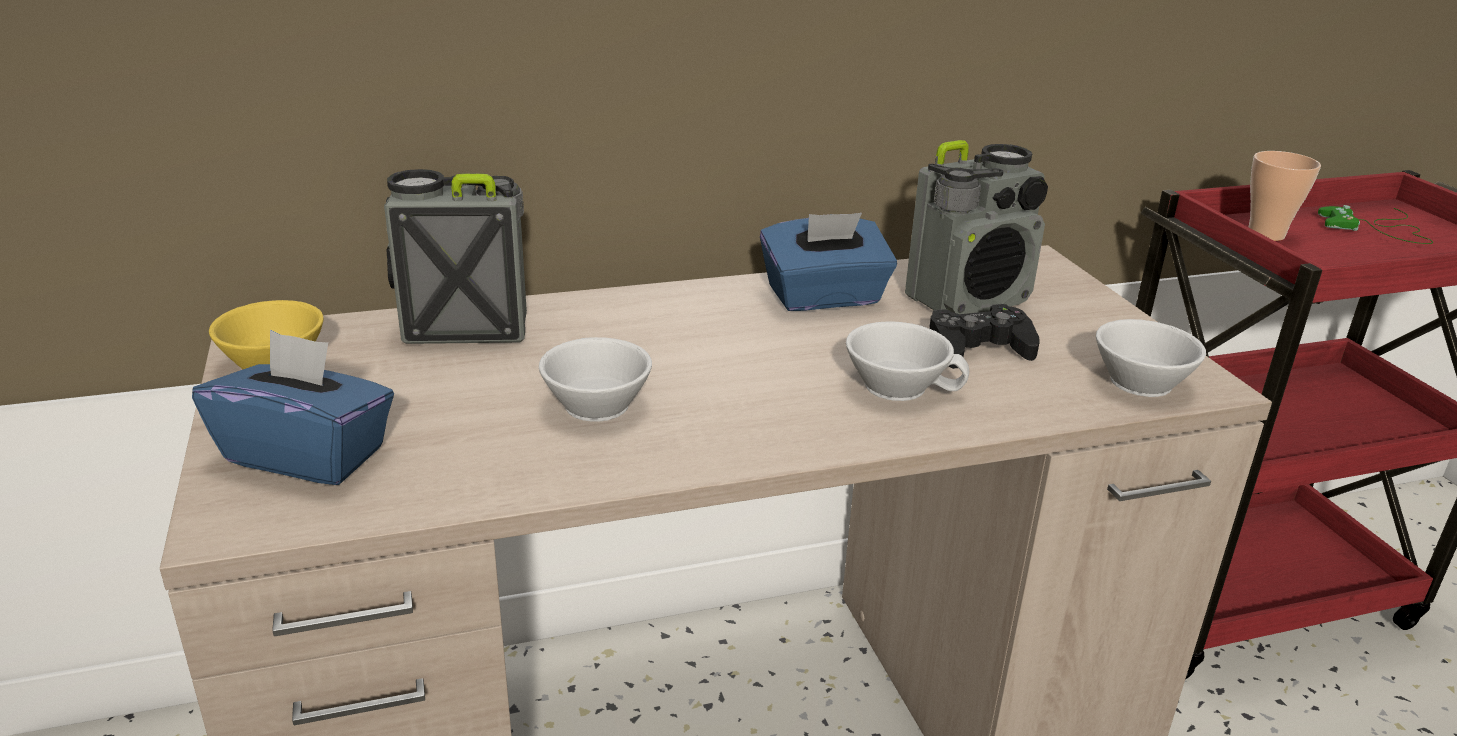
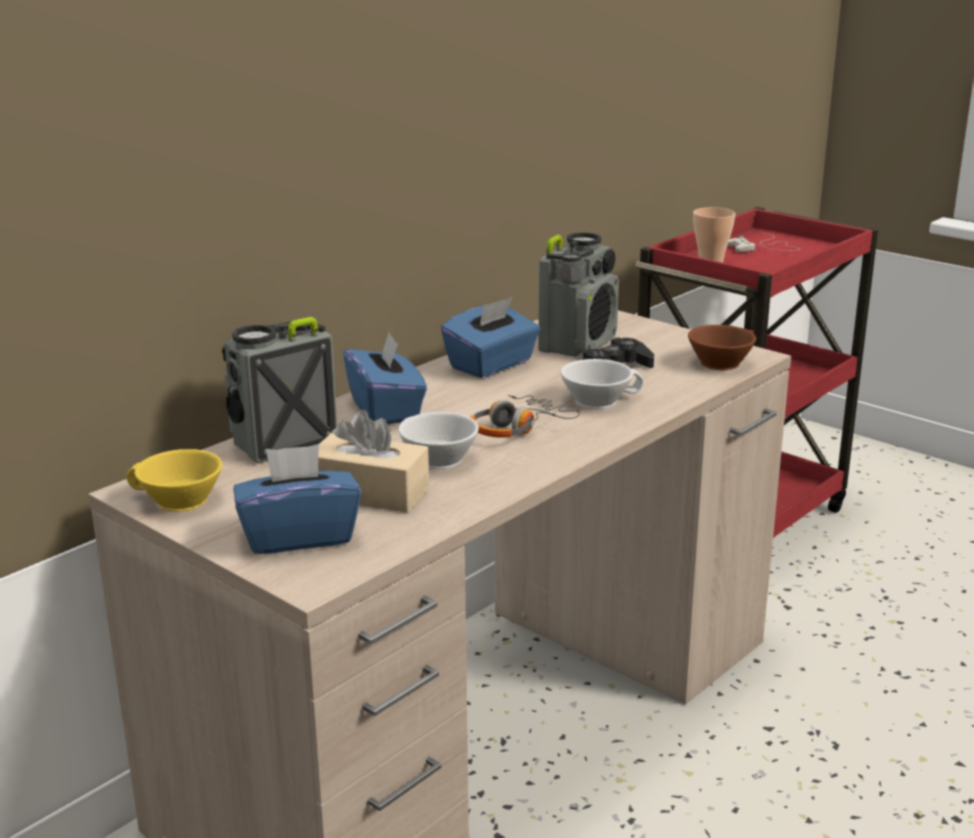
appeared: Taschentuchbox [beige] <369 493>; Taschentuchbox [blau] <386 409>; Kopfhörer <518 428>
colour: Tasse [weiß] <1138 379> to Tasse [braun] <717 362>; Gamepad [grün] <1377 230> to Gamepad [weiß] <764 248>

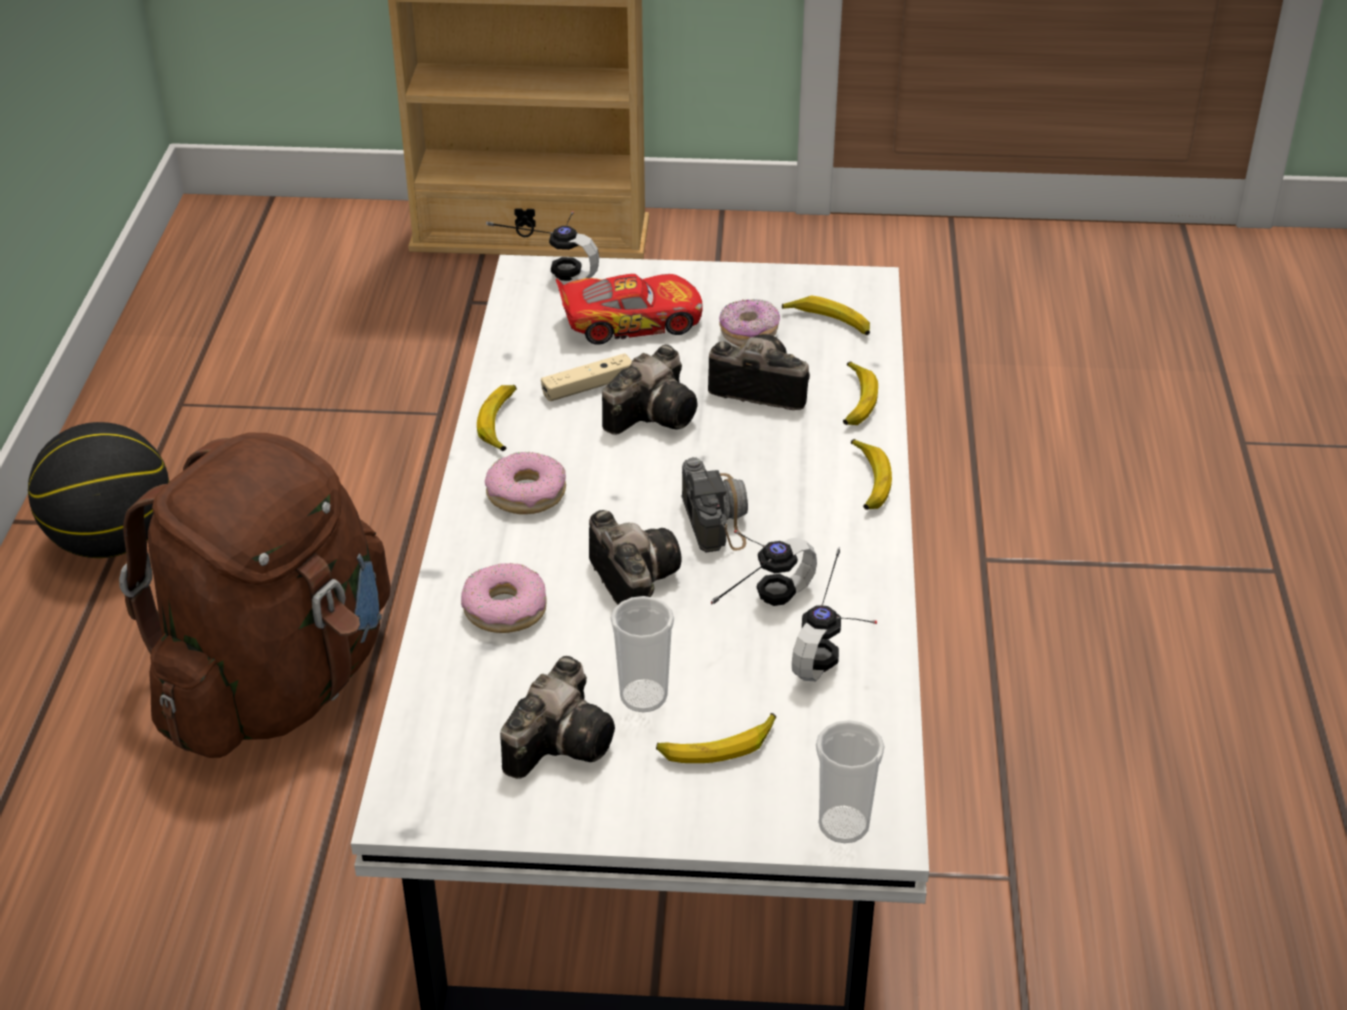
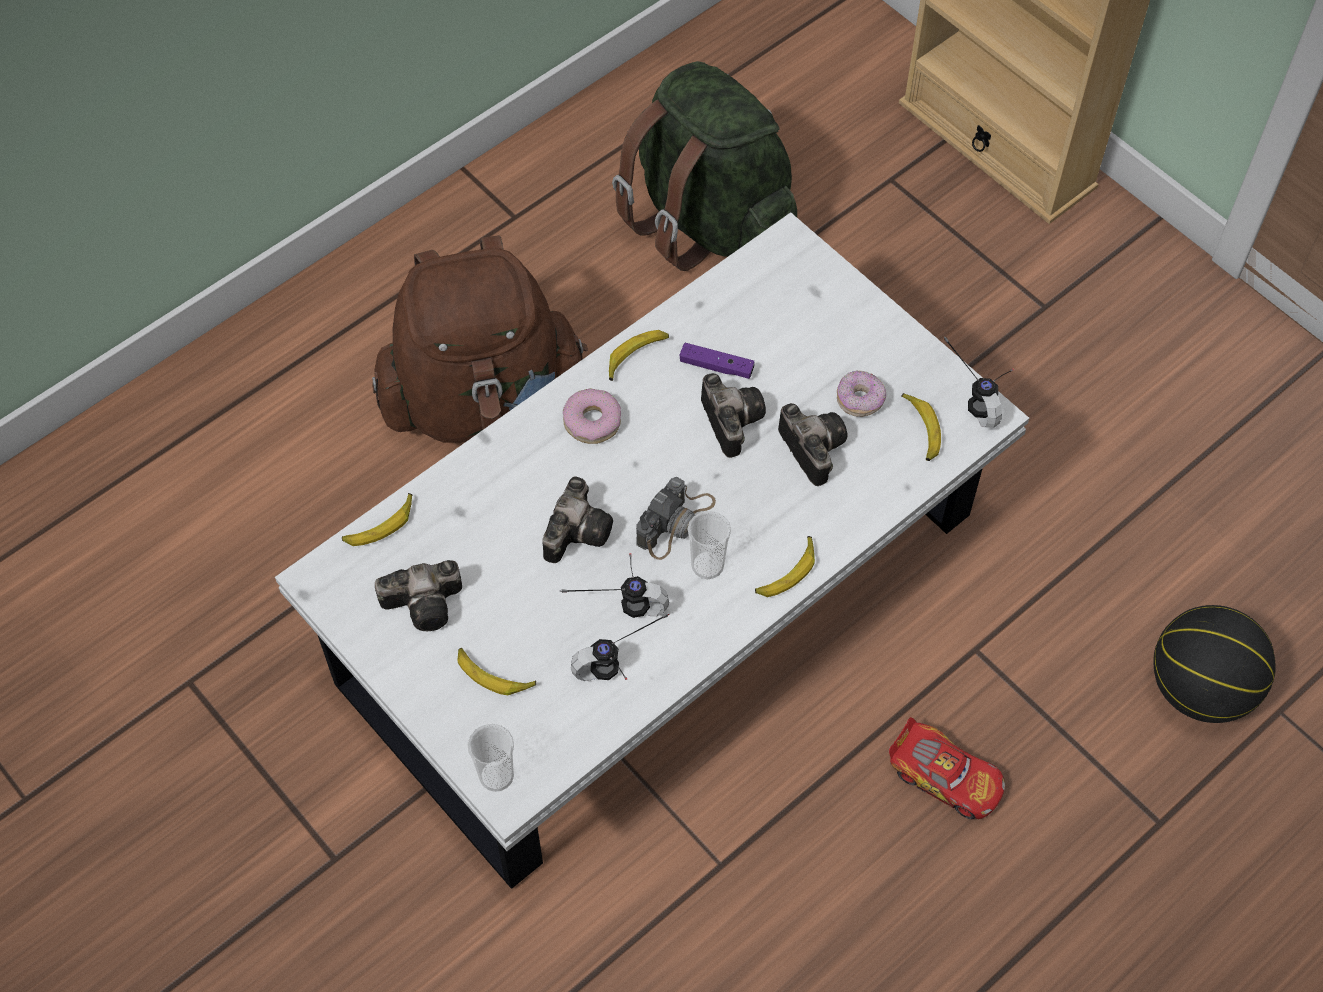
missing: Donut <505 609>
appeared: Rucksack [grün] <709 221>
relocated: Basketball <113 542> to <1199 689>; Kopfhörer <553 266> to <980 394>; Spielzeugauto <631 322> to <945 777>; Tasse <643 696> to <707 565>; Banane <855 401> to <380 525>
colour: Gamepad [beige] <588 386> to Gamepad [lila] <716 366>
spun: Kamera <655 413> = <730 419> 105 degrees counterclockwise

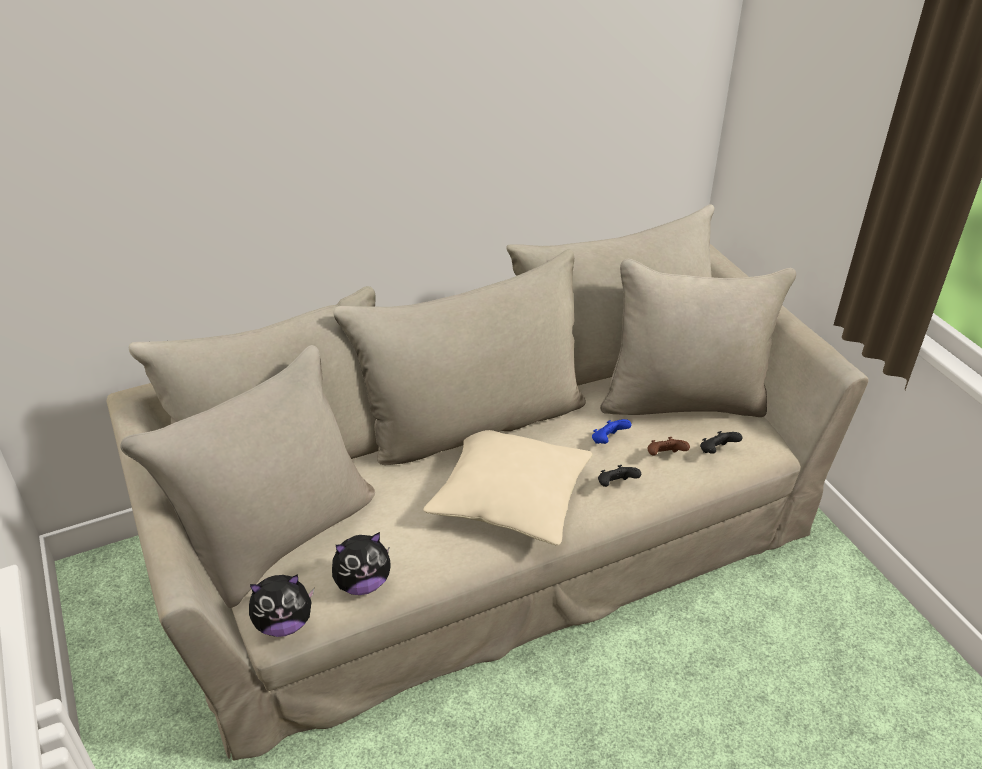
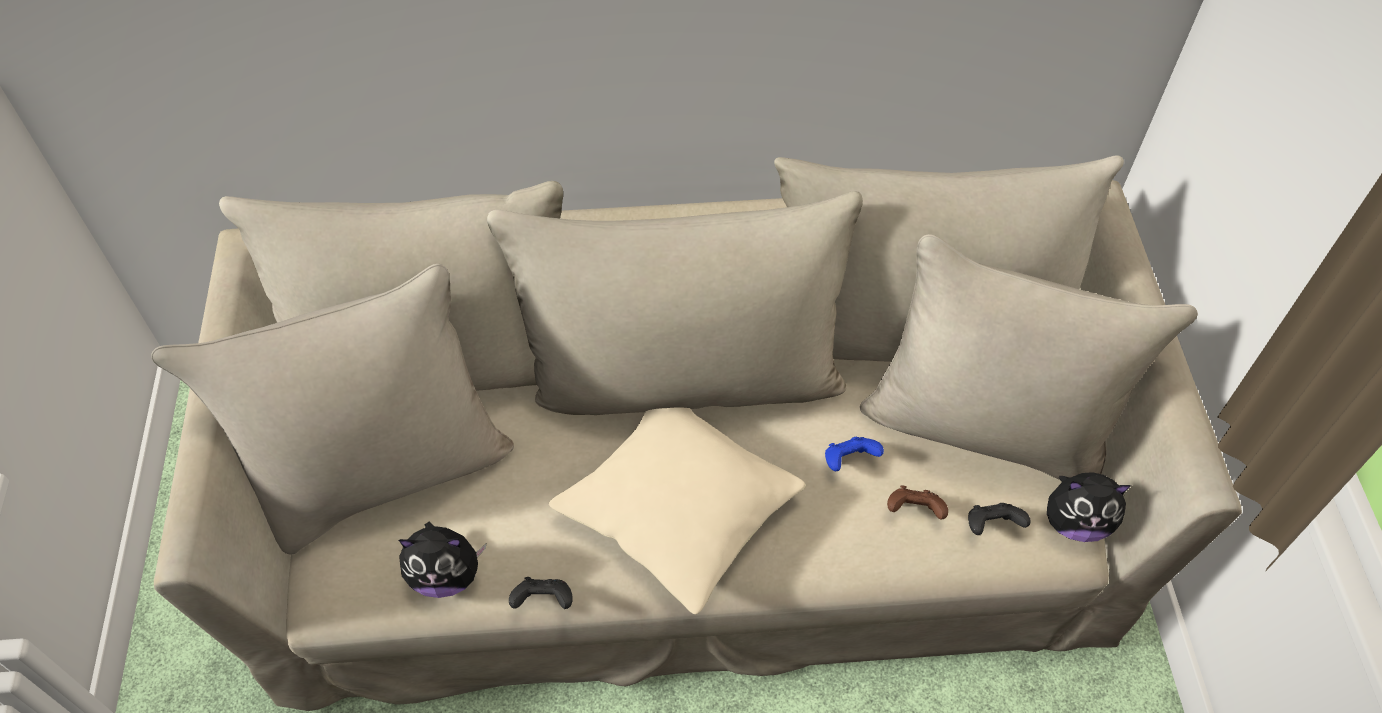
relocated: Plüschtier <284 623> to <1075 522>; Gamepad [schwarz] <615 485> to <544 601>

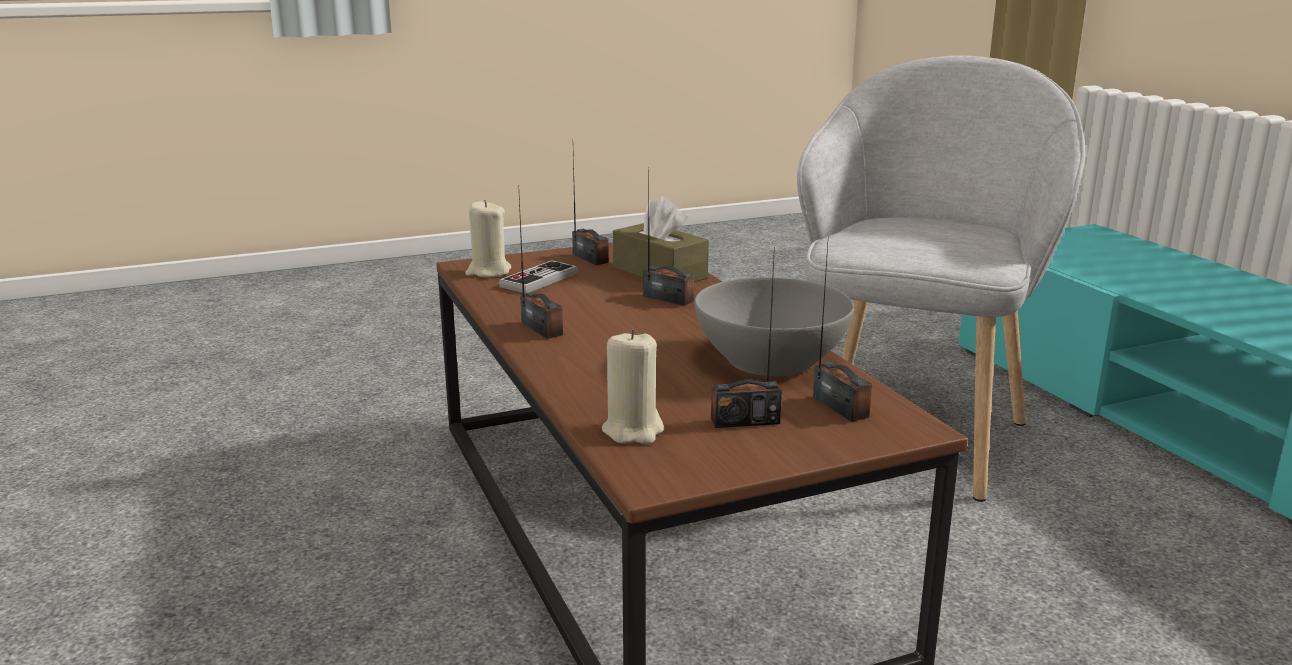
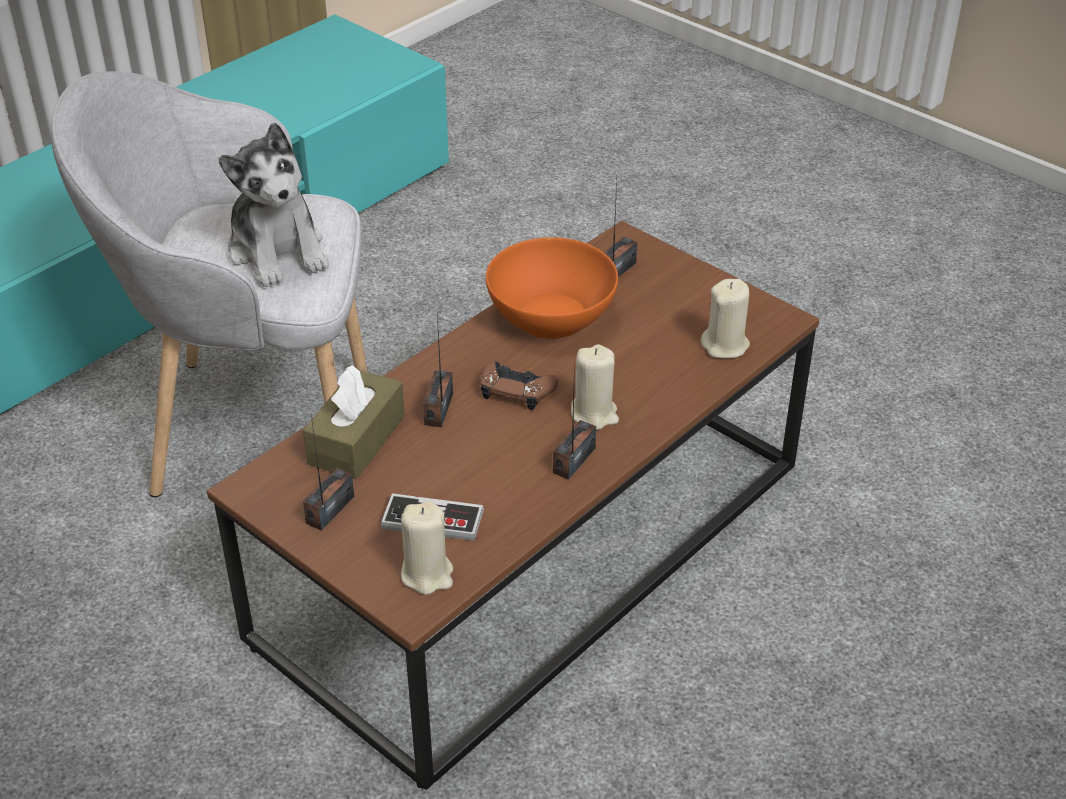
missing: Radio <745 420>
appeared: Plüschtier <278 251>; Gamepad [braun] <516 390>; Kerze [beige] <594 413>
colour: Schüssel [grau] <772 359> to Schüssel [orange] <551 316>

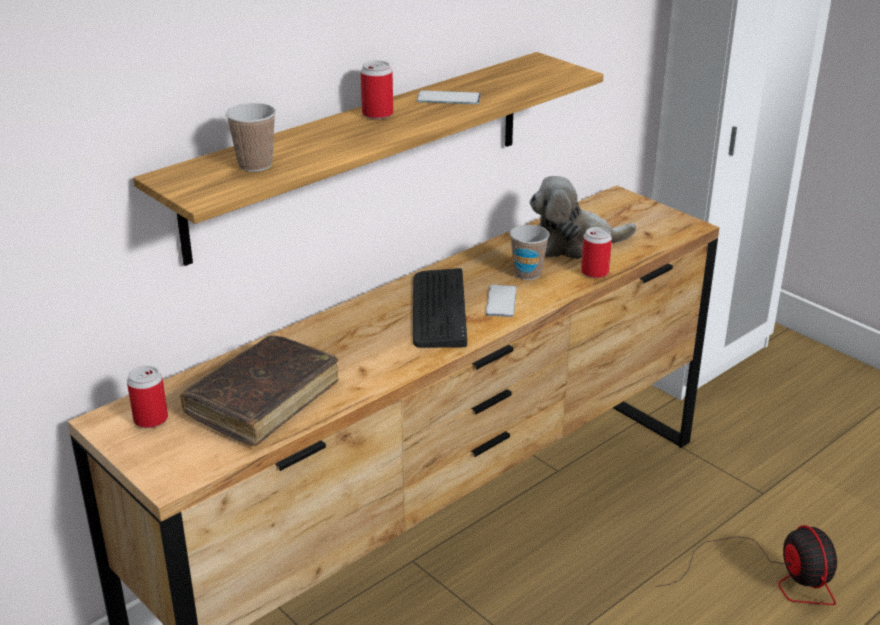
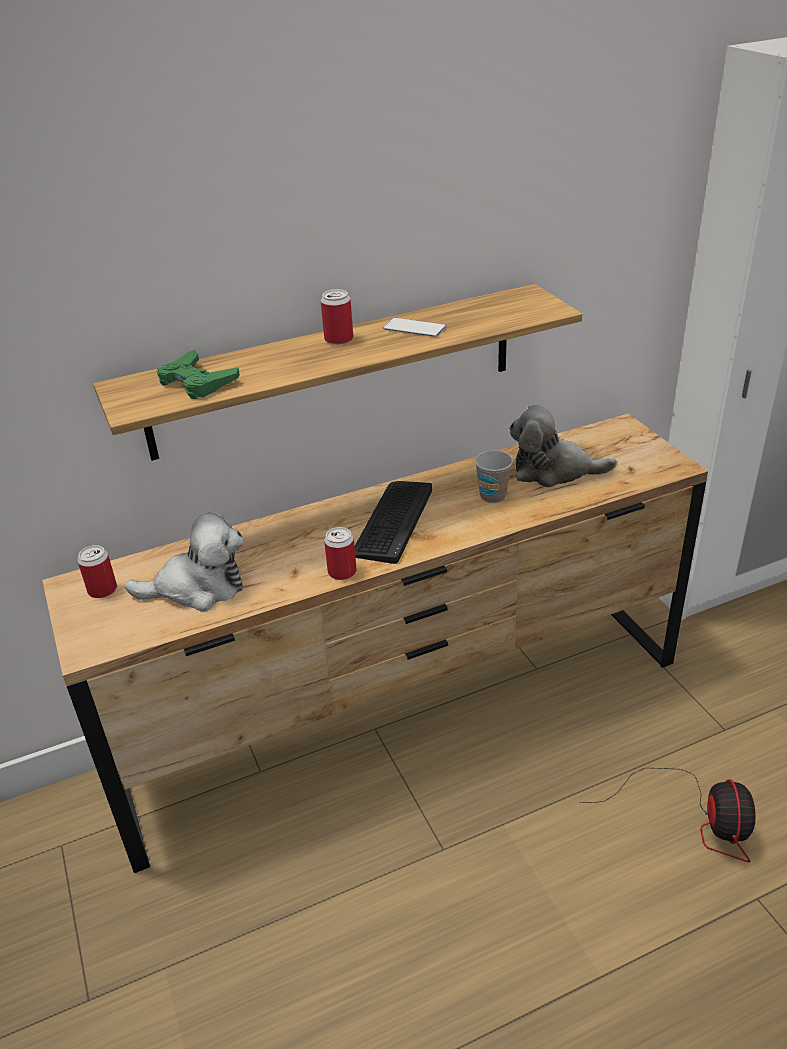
missing: Handy <501 301>
relocated: Dose <594 272> to <342 572>
exchanged: Buch [braun] <263 400> to Plüschtier <198 588>; Tasse <255 165> to Gamepad [grün] <196 382>

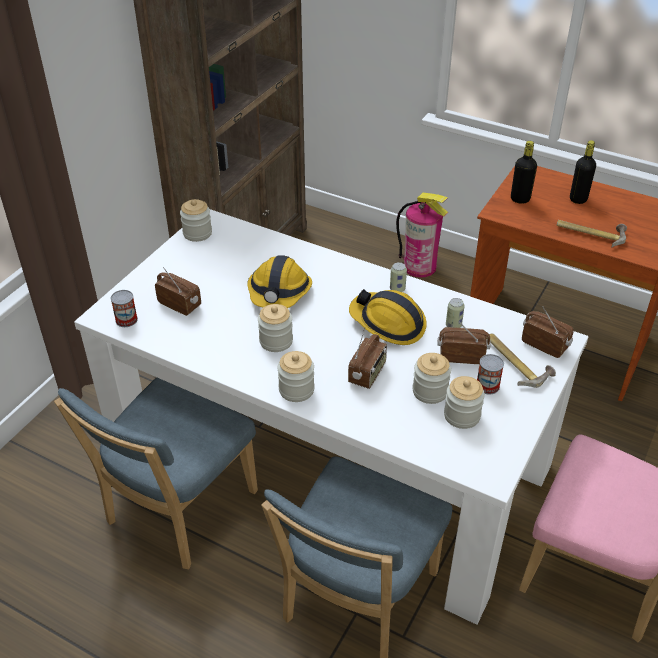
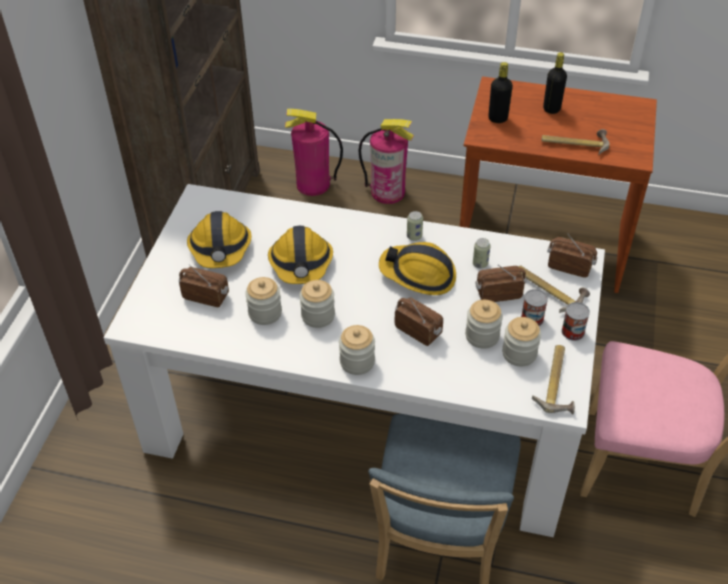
missing: Stuhl [blau] <177 511>
appeared: Schutzhelm <220 248>; Feuerlöscher <313 184>; Hammer <557 382>
relocated: Dose <126 320> to <573 331>; Vorratsglas <197 233> to <265 313>
spun: Radio <368 374> = <418 331> 60 degrees counterclockwise

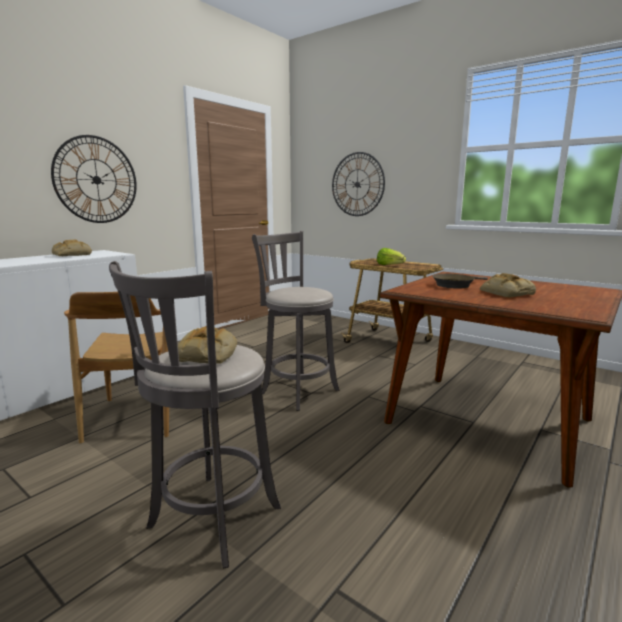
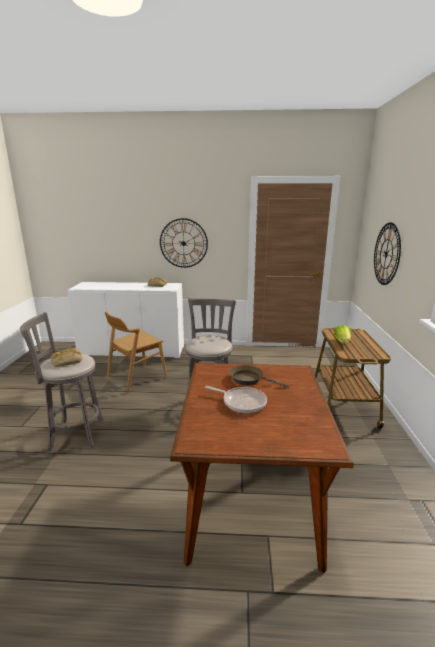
exchanged: Brot <505 293> to Pfanne <242 402>

